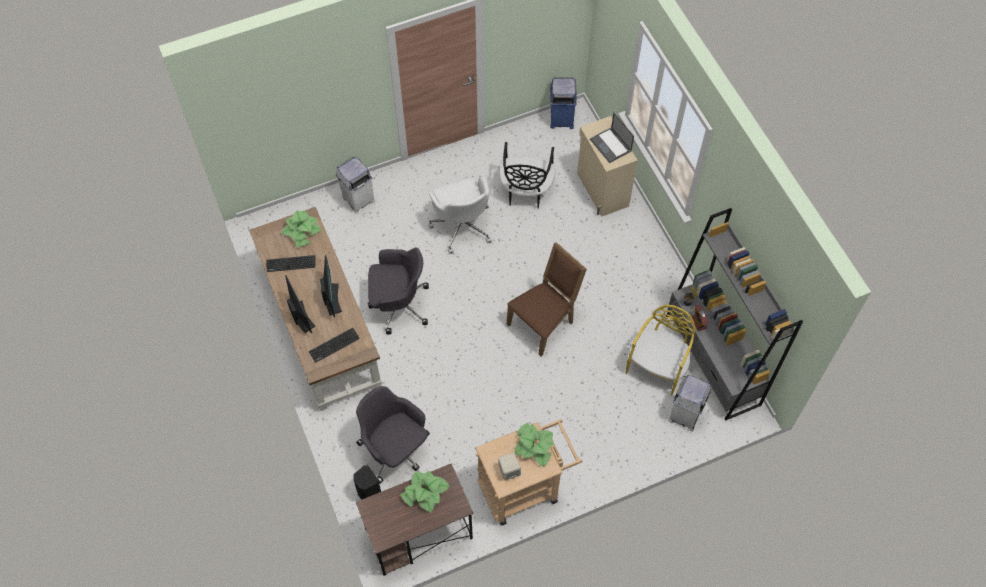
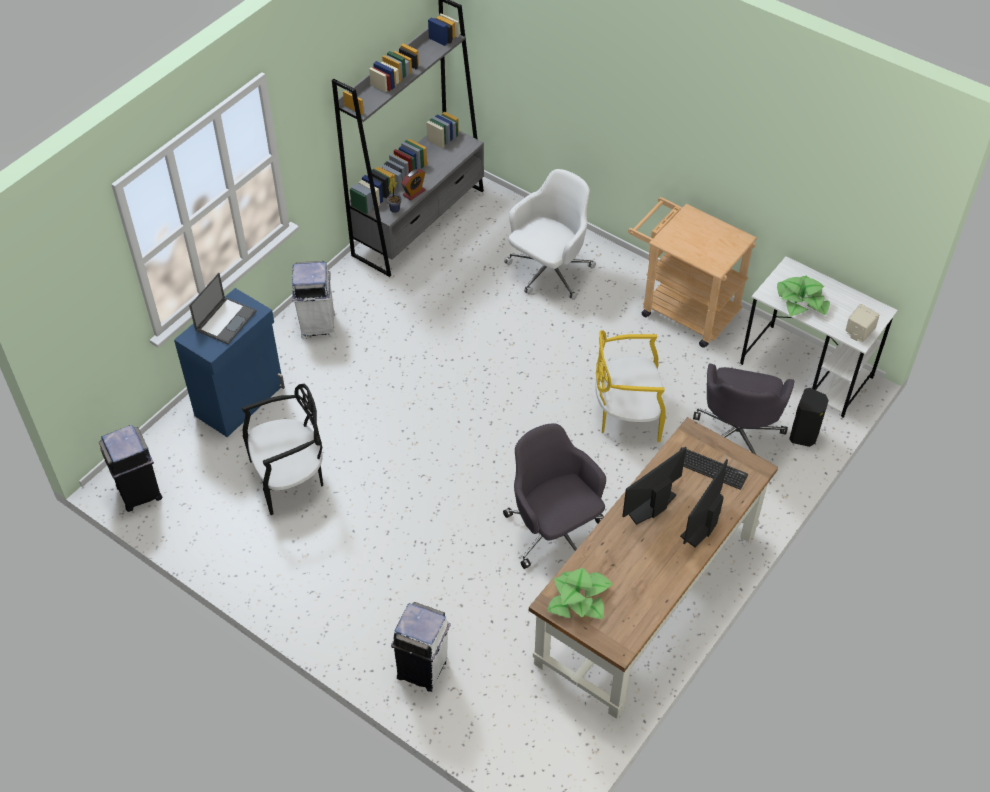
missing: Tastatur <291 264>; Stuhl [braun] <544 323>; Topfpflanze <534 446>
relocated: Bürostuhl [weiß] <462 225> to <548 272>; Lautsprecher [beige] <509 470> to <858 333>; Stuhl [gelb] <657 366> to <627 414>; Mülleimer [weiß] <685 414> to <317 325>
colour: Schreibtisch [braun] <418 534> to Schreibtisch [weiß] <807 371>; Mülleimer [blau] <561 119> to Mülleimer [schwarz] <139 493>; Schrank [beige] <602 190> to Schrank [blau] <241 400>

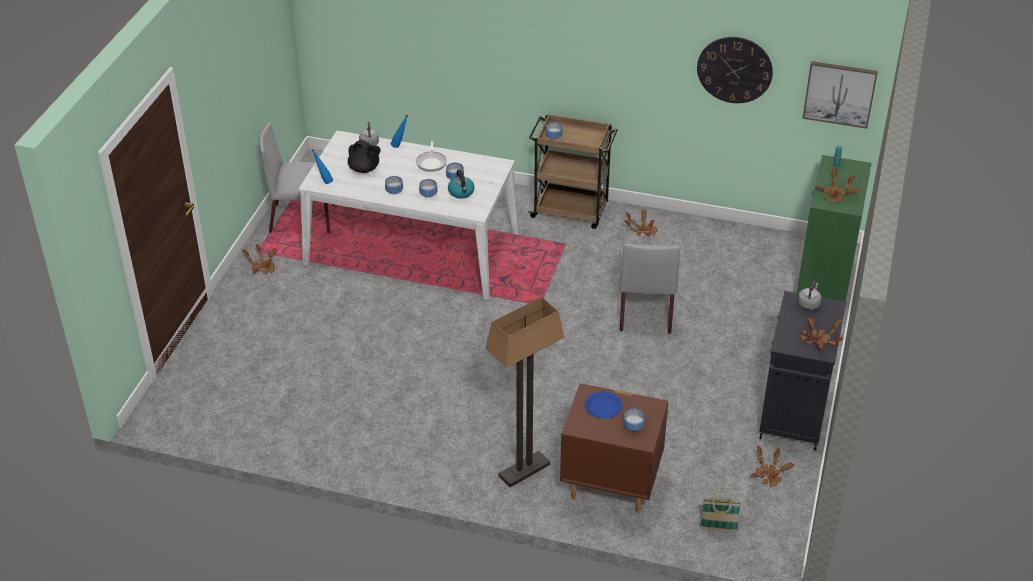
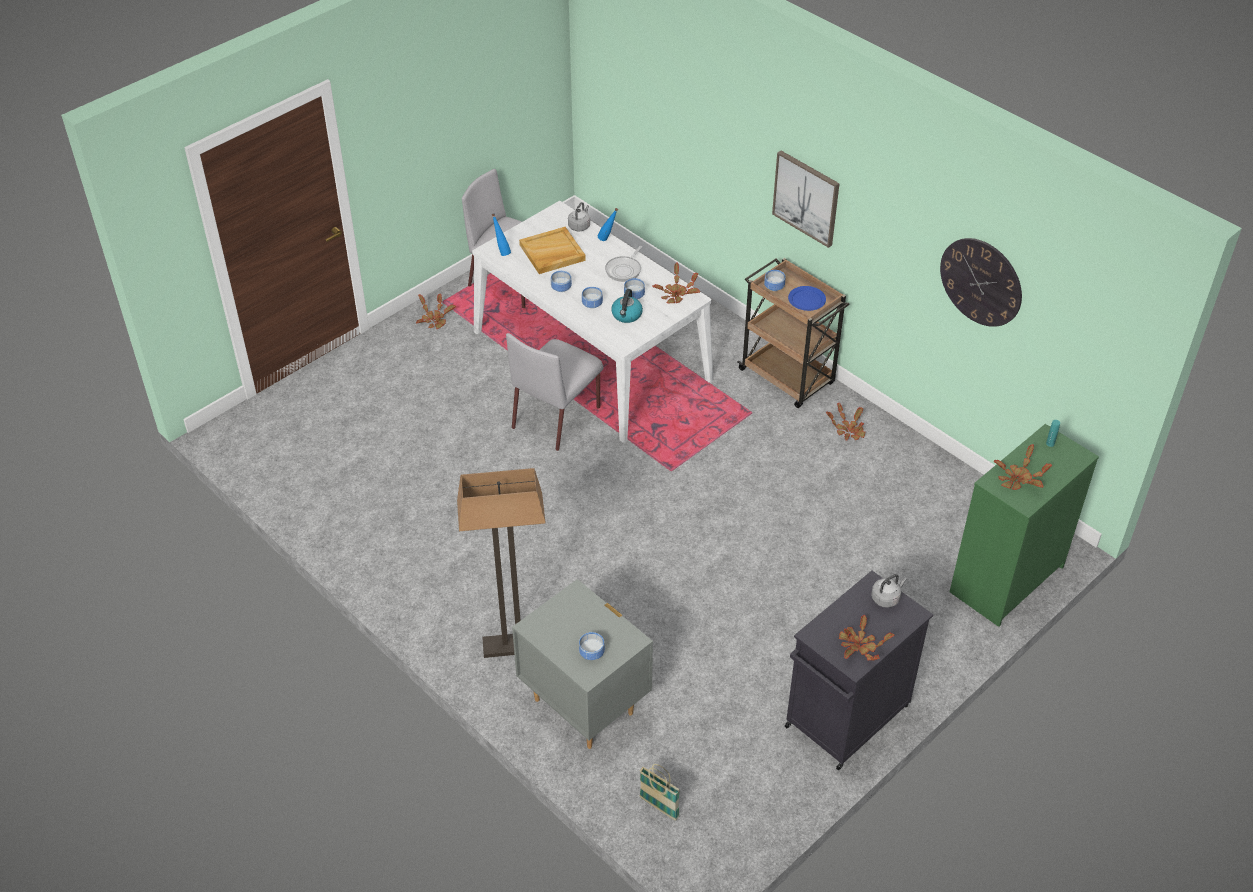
relocated: Teller [blau] <603 406> to <807 300>; Stuhl [grau] <645 310> to <557 416>; Topfpflanze <769 474> to <676 294>; Bild <839 93> to <806 198>
exchanged: Teekanne [schwarz] <364 169> to Tablett [beige] <552 253>
colour: Nachttisch [braun] <611 487> to Nachttisch [grau] <584 706>

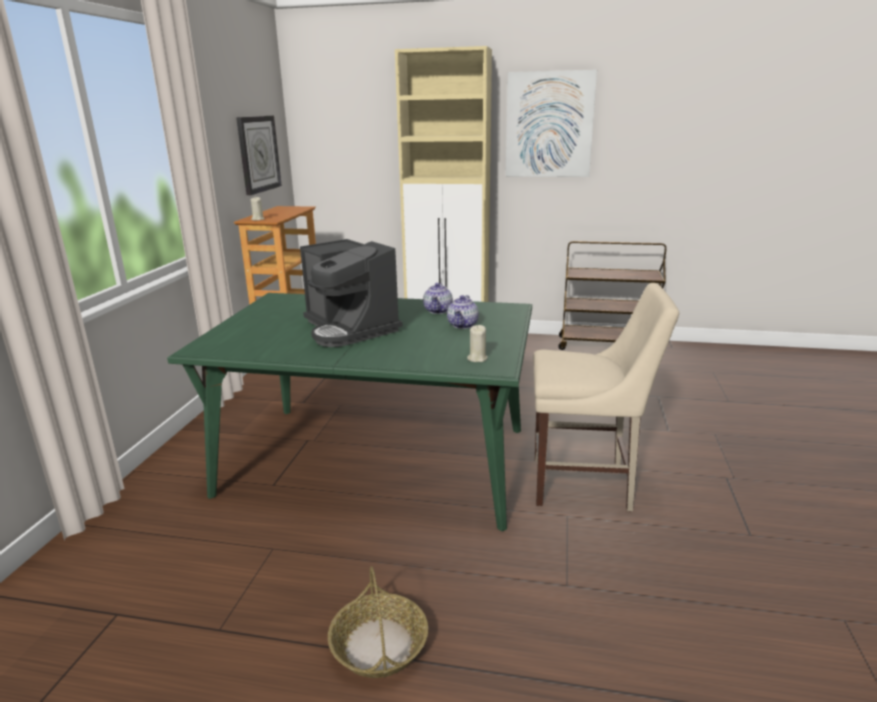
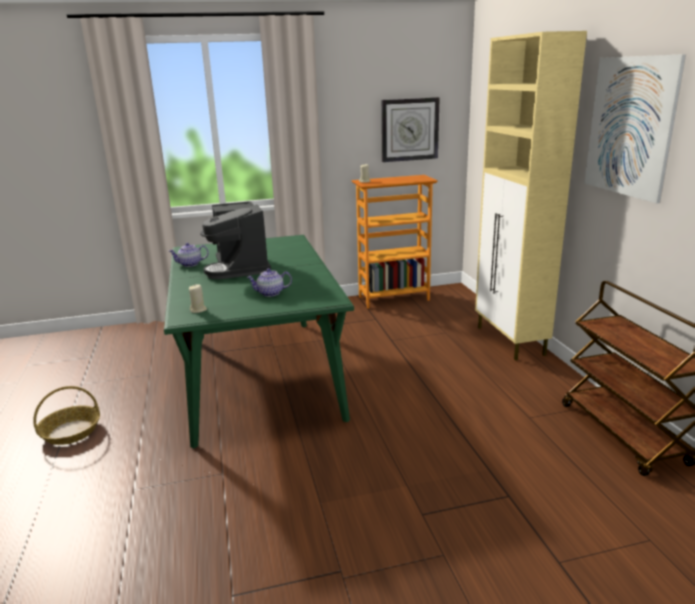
missing: Stuhl [beige] <587 484>
relocated: Teekanne <438 310> to <190 264>
spun: Kaffeemaschine <350 329> = <240 268> 45 degrees counterclockwise

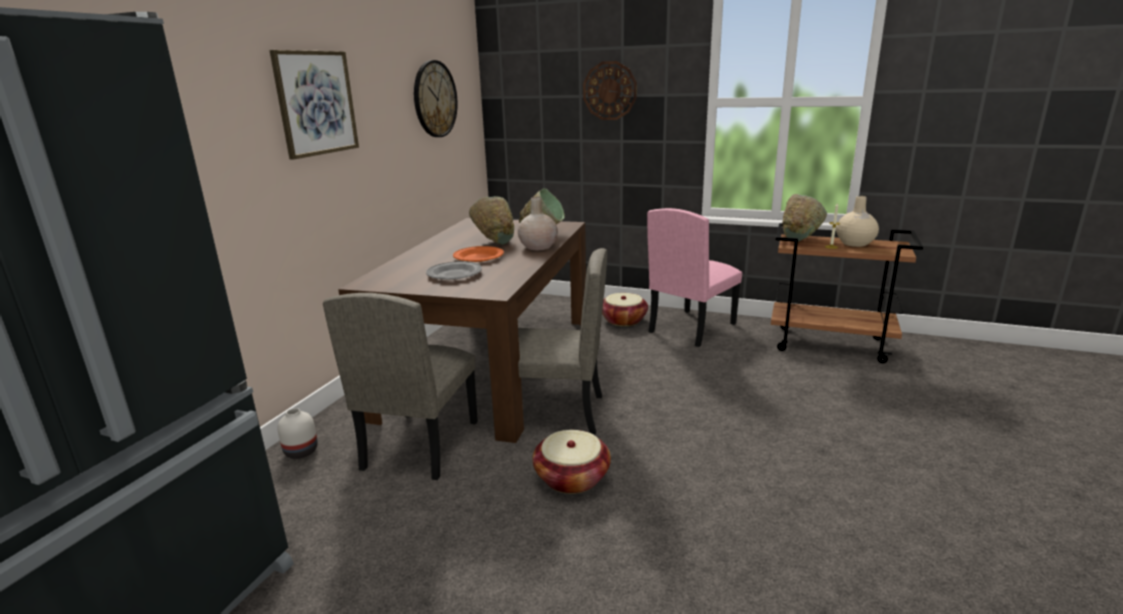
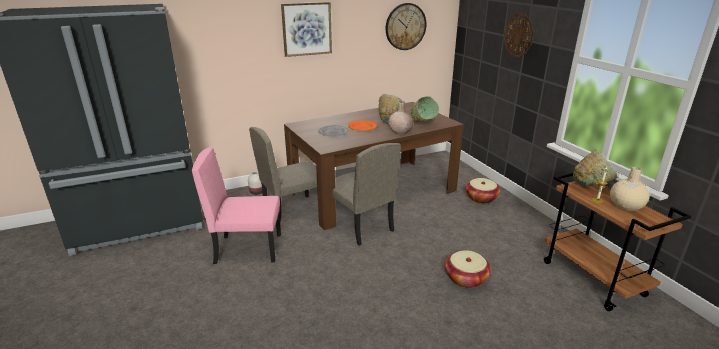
relocated: Korb <572 478> to <465 278>; Stuhl [rosa] <691 328> to <248 248>

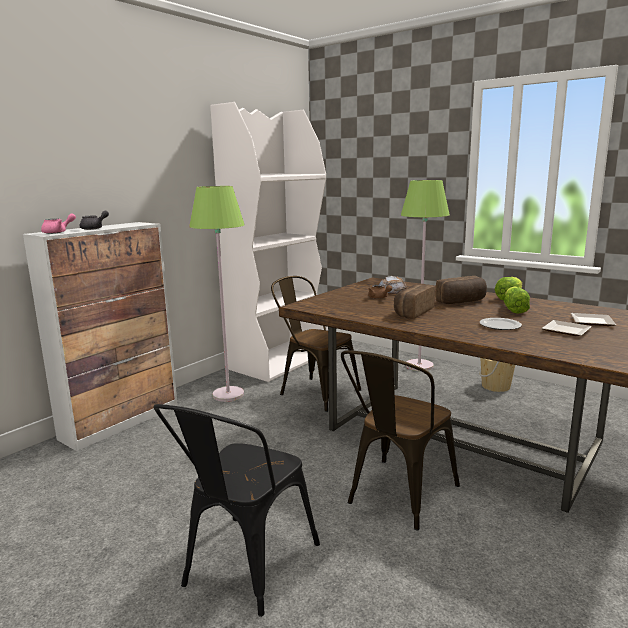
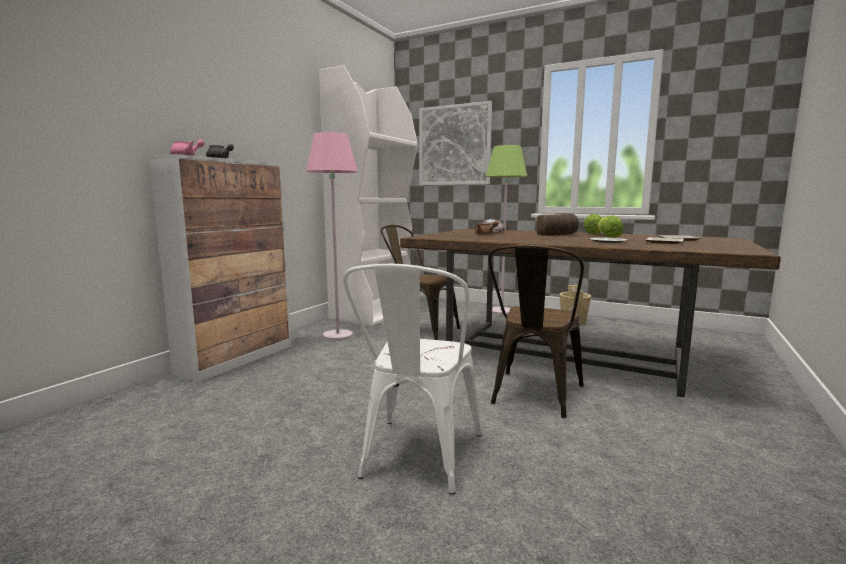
missing: Brot <412 312>
appeared: Bild <454 145>
colour: Stuhl [schwarz] <244 569> to Stuhl [weiß] <417 459>; Stehlampe [grün] <228 395> to Stehlampe [rosa] <338 336>

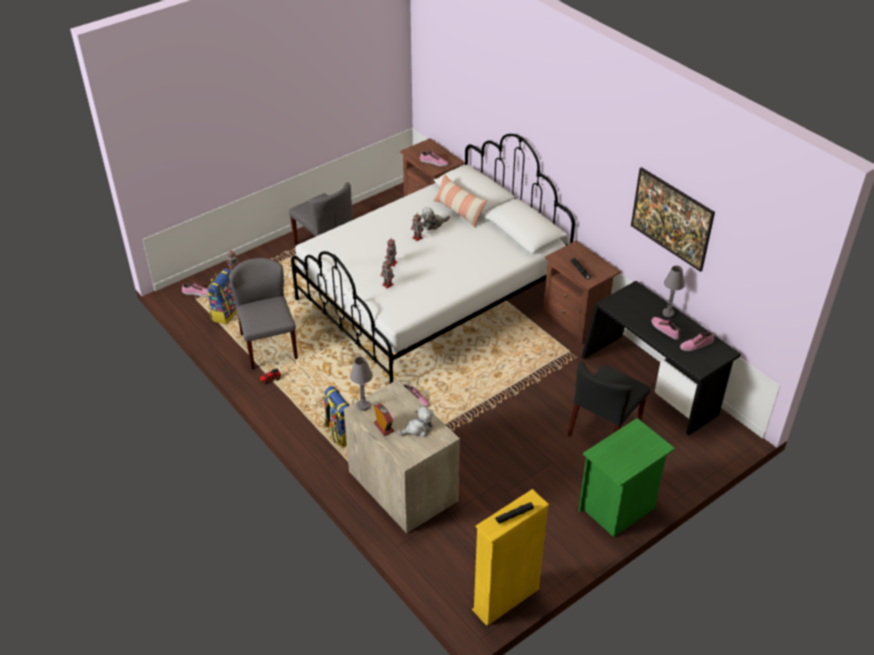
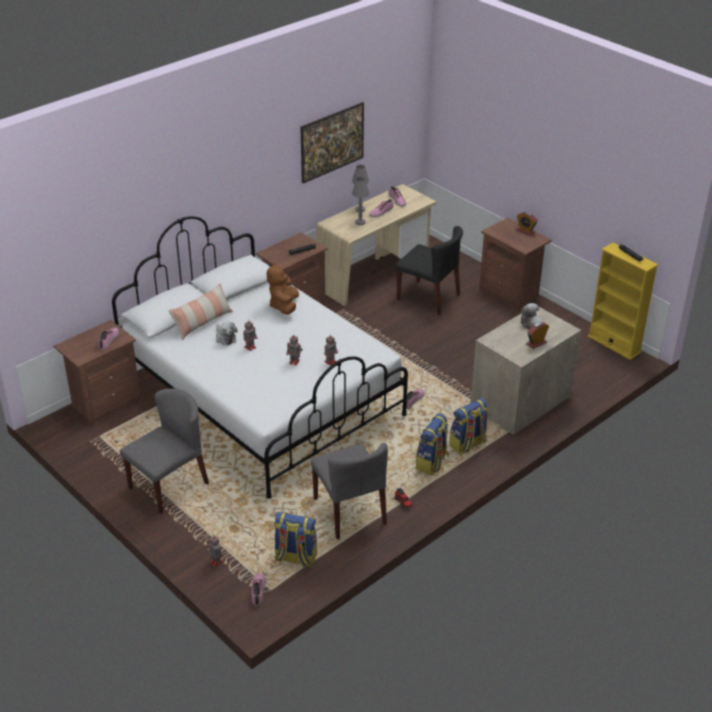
appeared: Plüschtier [braun] <284 306>; Rucksack <432 463>; Wecker <525 231>
relocated: Tischlampe [grau] <363 406> to <360 222>
colour: Nachttisch [grün] <618 509> to Nachttisch [braun] <510 293>; Schreibtisch [schwarz] <650 385> to Schreibtisch [beige] <373 274>
spun: Stuhl [grau] <268 346> = <350 511> 90 degrees counterclockwise

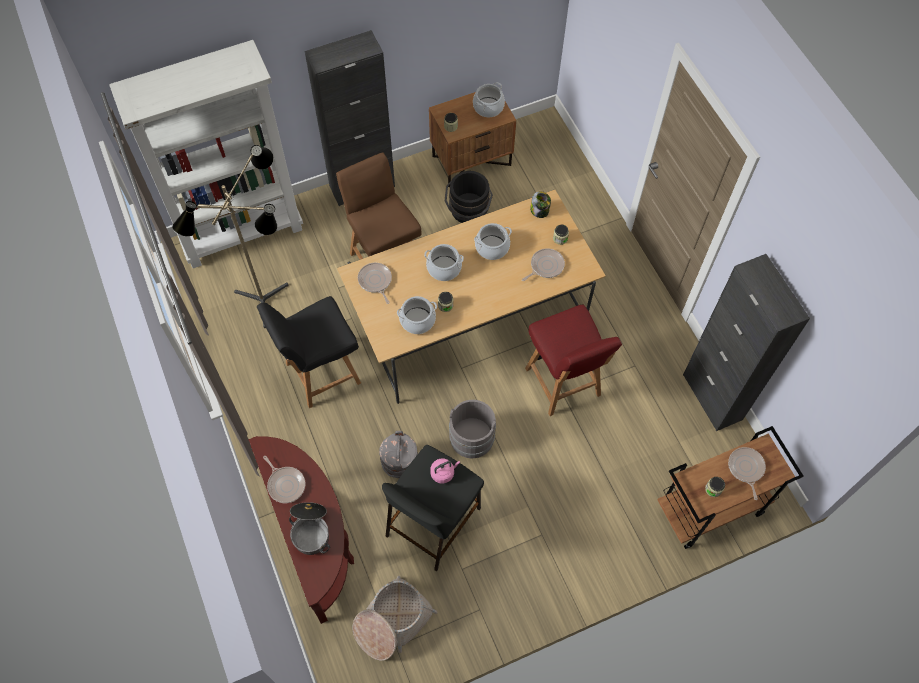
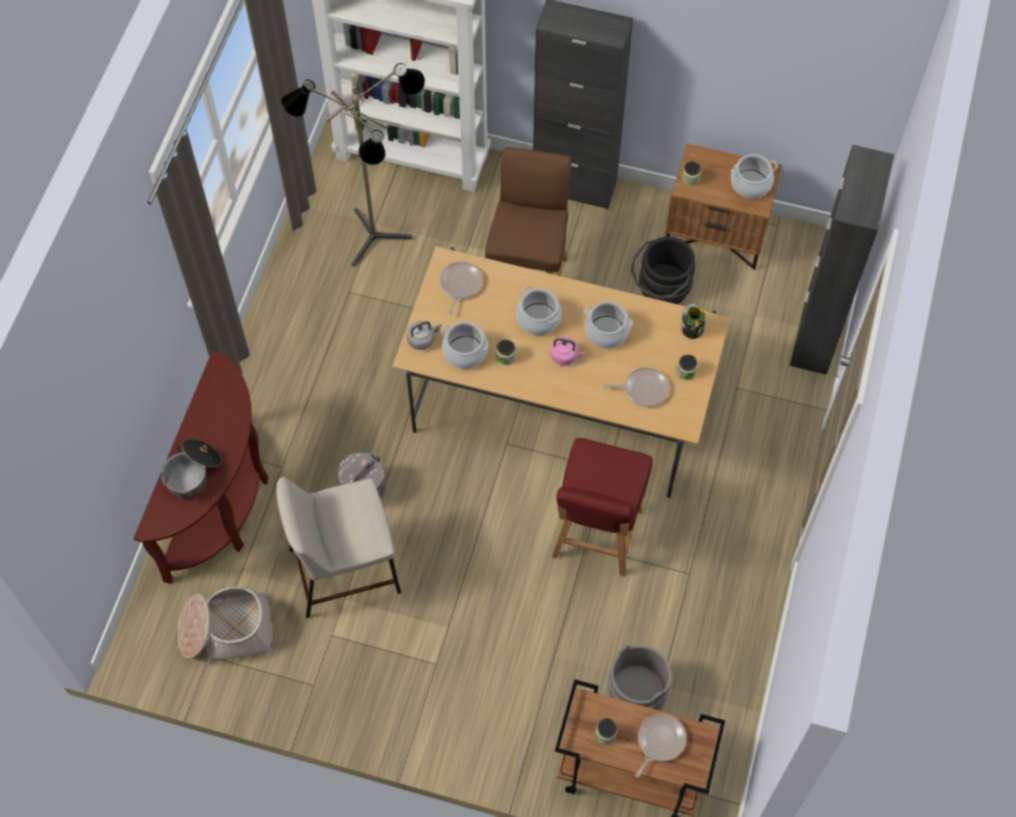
missing: Stuhl [schwarz] <321 374>; Pfanne <285 484>
appeared: Wasserkessel [grau] <422 339>
relocated: Wasserkessel [rosa] <443 473> to <565 356>; Eimer [grau] <472 437> to <637 692>; Schrank [schwarz] <712 397> to <816 335>
colour: Hocker [schwarz] <433 520> to Hocker [beige] <346 569>

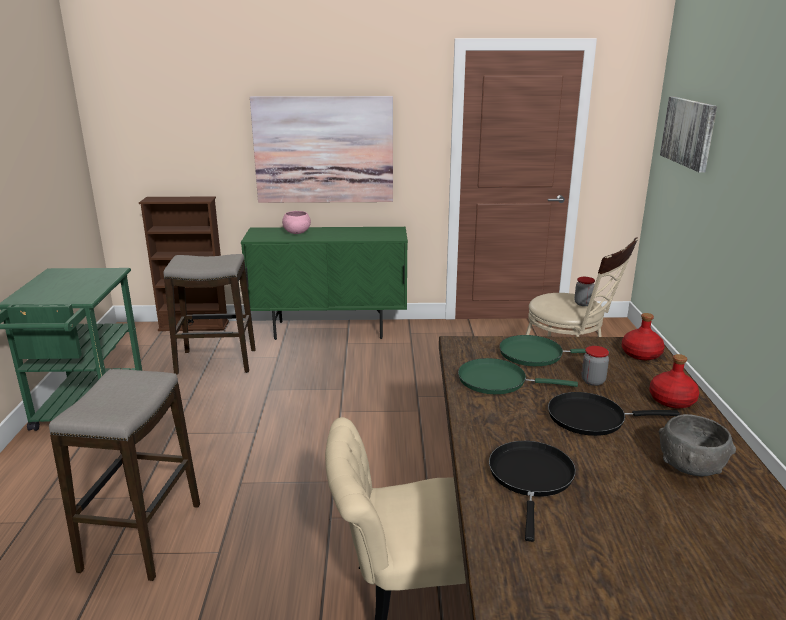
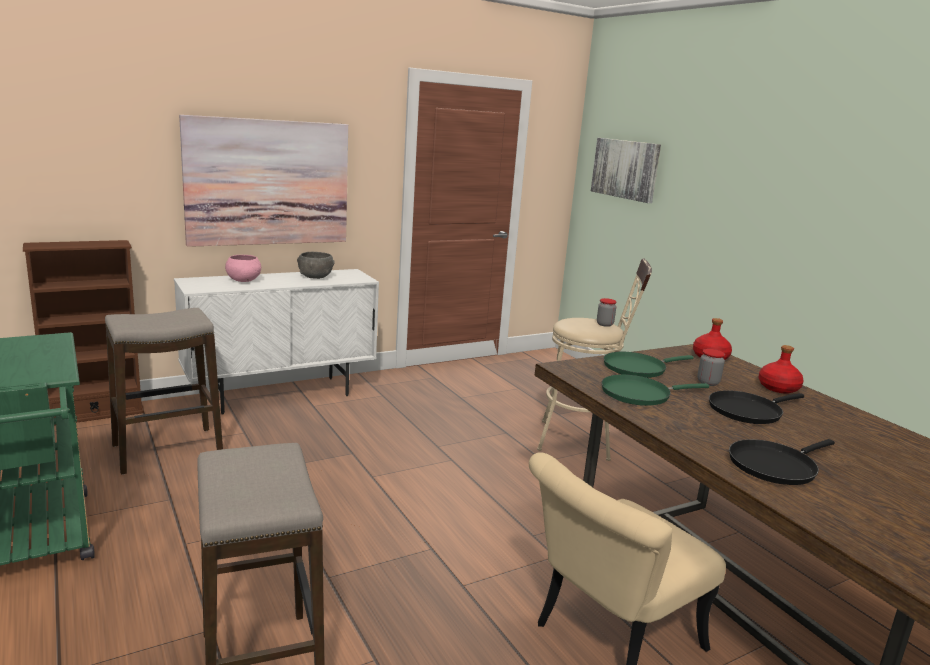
relocated: Schüssel [grau] <691 466> to <315 277>
colour: Schrank [grün] <330 330> to Schrank [weiß] <281 395>
spun: Pfanne [schwarz] <531 478> = <775 466> 105 degrees counterclockwise

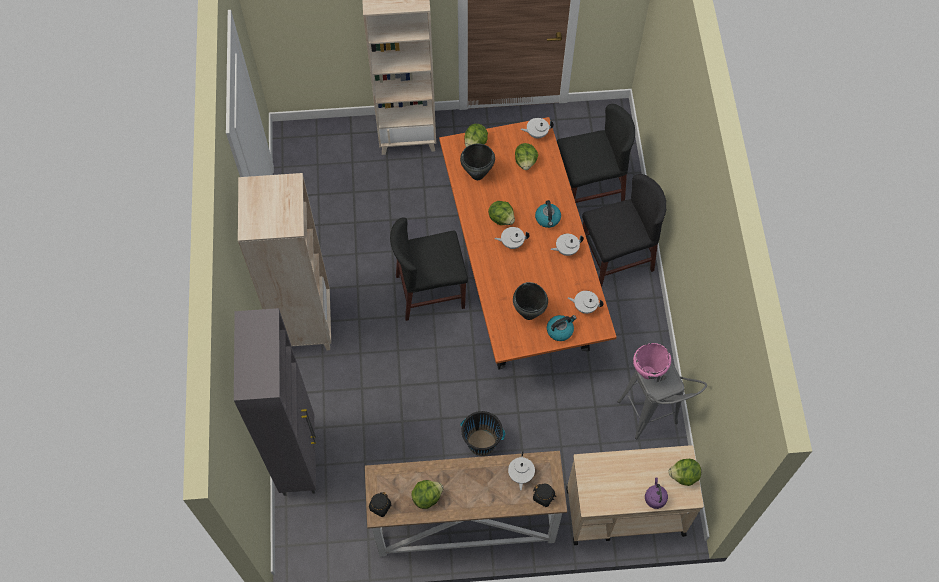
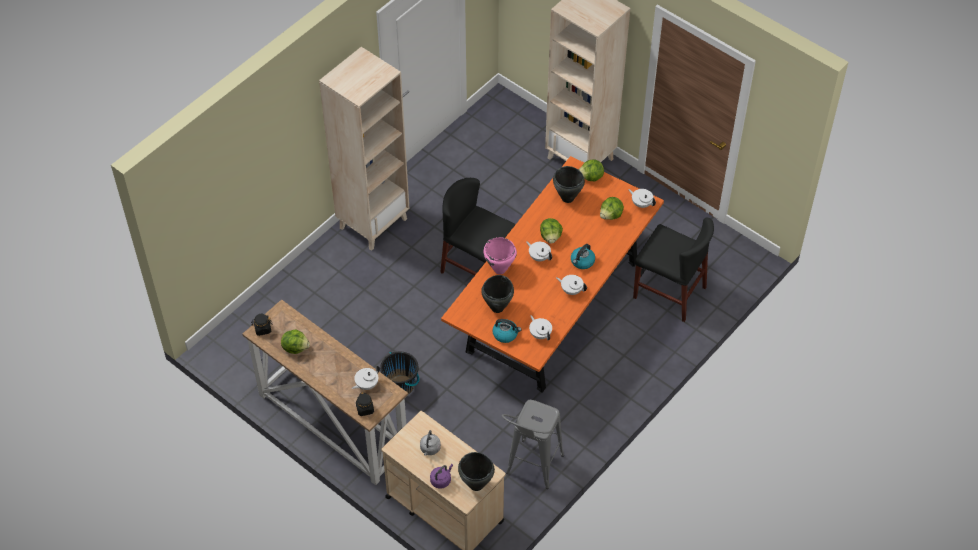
missing: Schrank [grau] <299 458>; Stuhl [schwarz] <616 258>
appeared: Wasserkessel [grau] <430 449>
relocated: Kochtopf [rosa] <648 373> to <500 269>
exchanged: Salatkopf <684 476> to Kochtopf [schwarz] <476 485>

